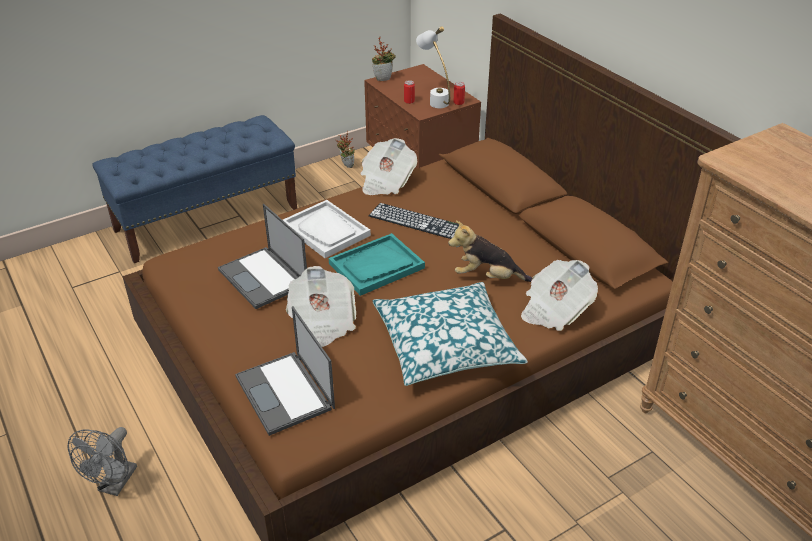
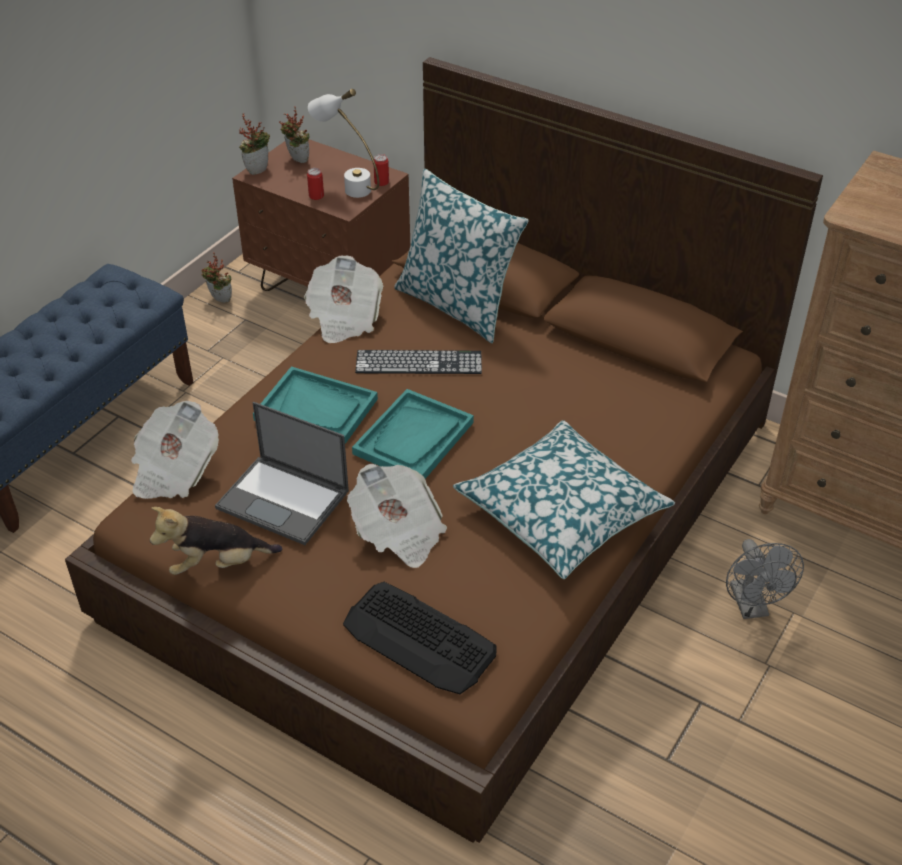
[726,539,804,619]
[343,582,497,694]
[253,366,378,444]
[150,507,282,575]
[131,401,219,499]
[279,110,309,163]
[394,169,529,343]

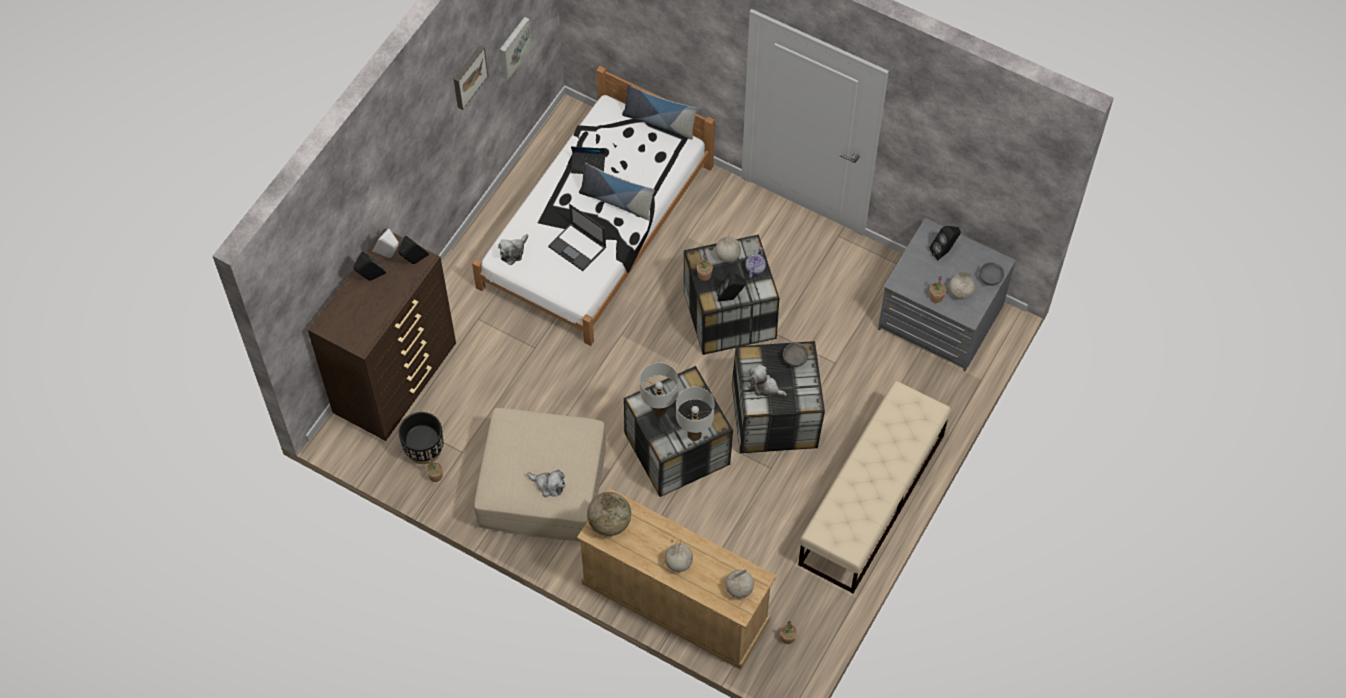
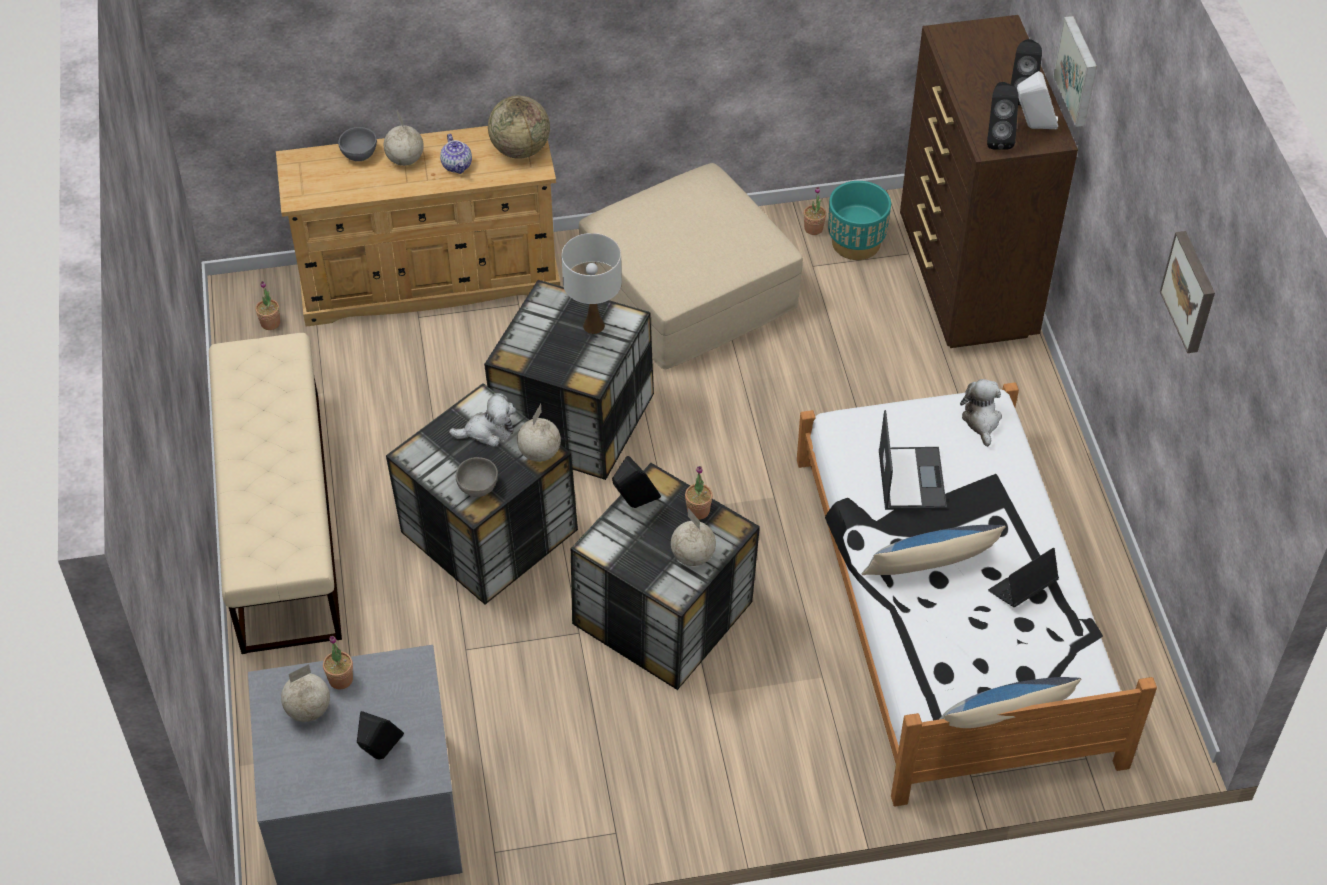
[828,181,891,260]
[1053,16,1097,127]
[527,469,565,497] (first image)
[879,410,947,510]
[676,387,714,441] (first image)
[517,404,561,462]
[440,134,472,174]
[338,127,377,161]

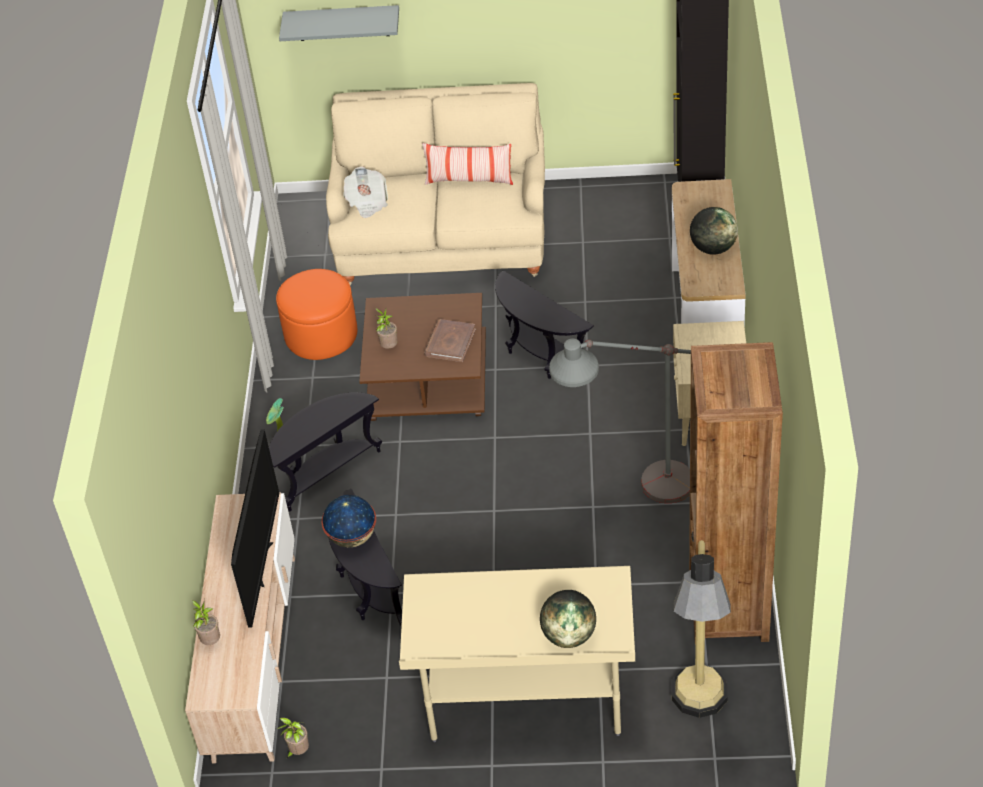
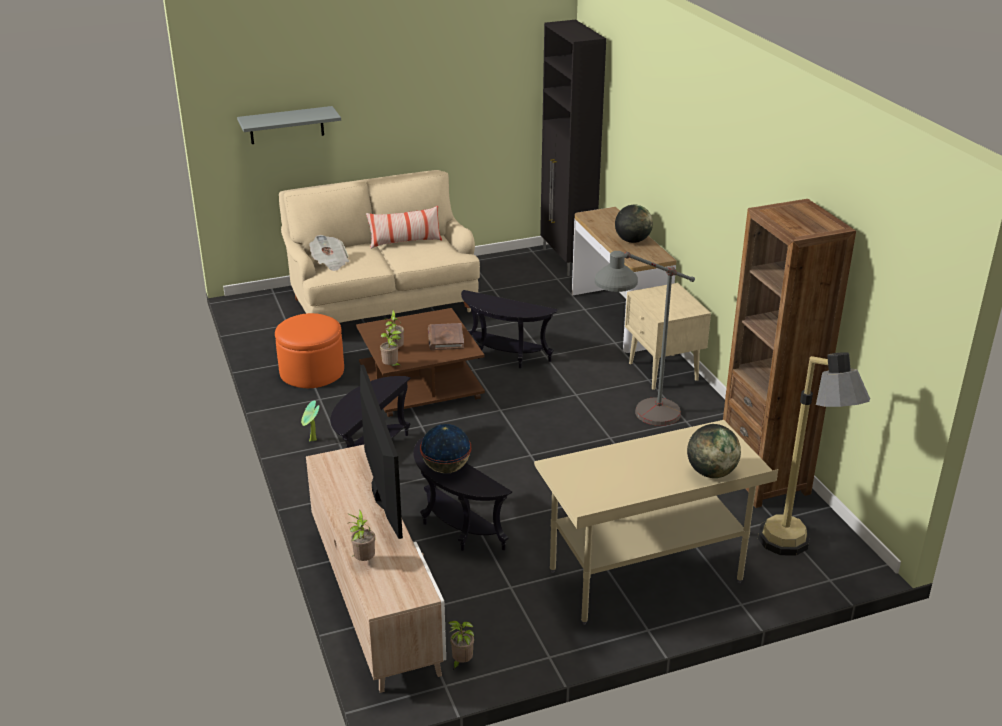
[380,329,402,367]

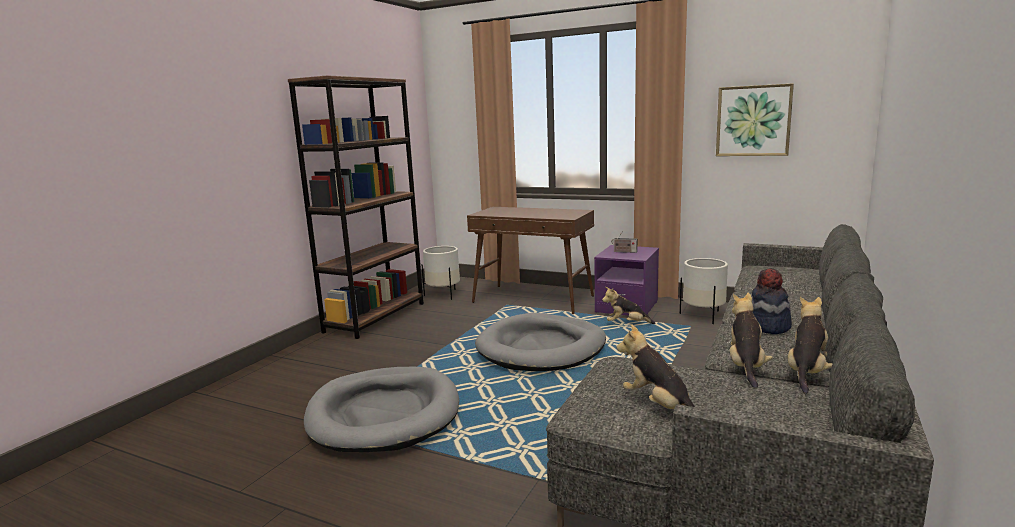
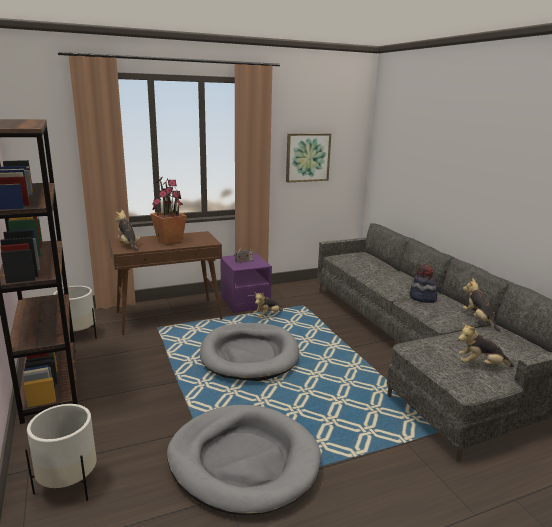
[25,404,97,501]
[115,210,140,251]
[150,177,187,244]

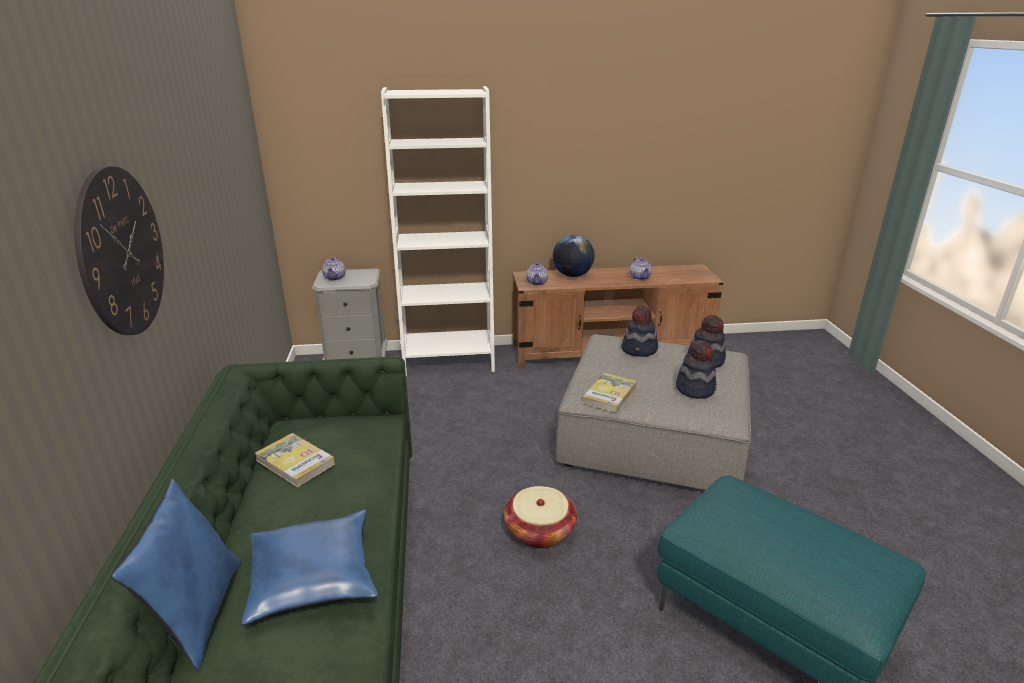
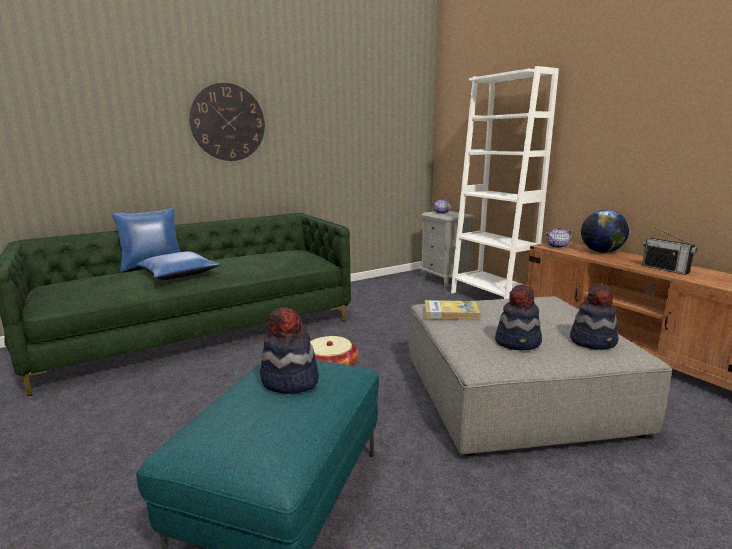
[255,433,335,487] (first image)
[260,307,319,394]
[642,227,698,275]

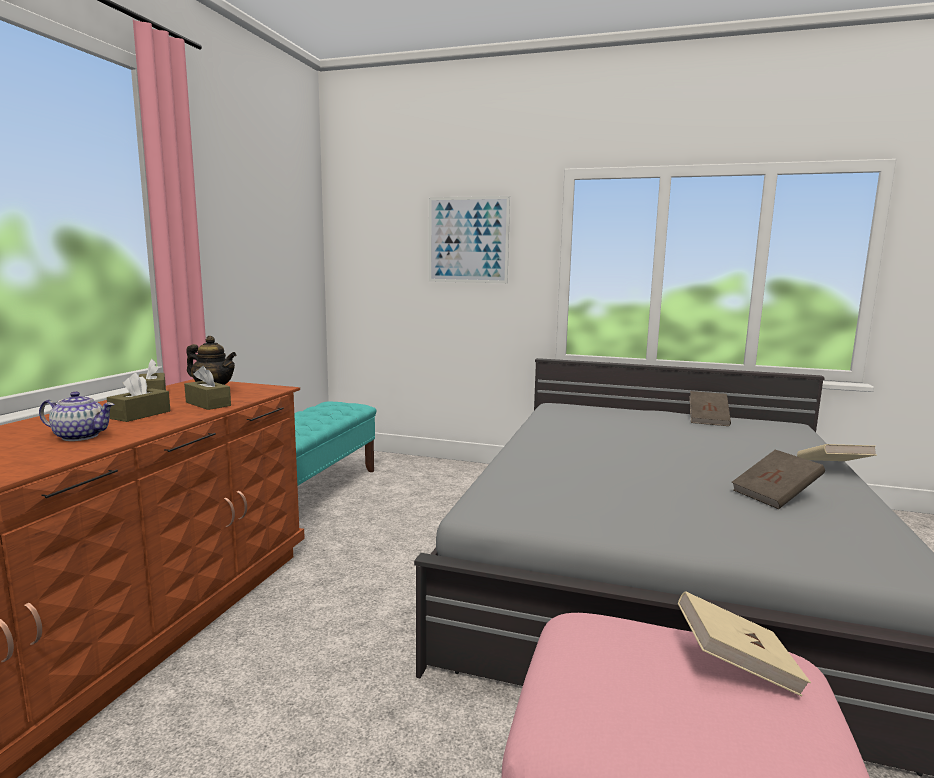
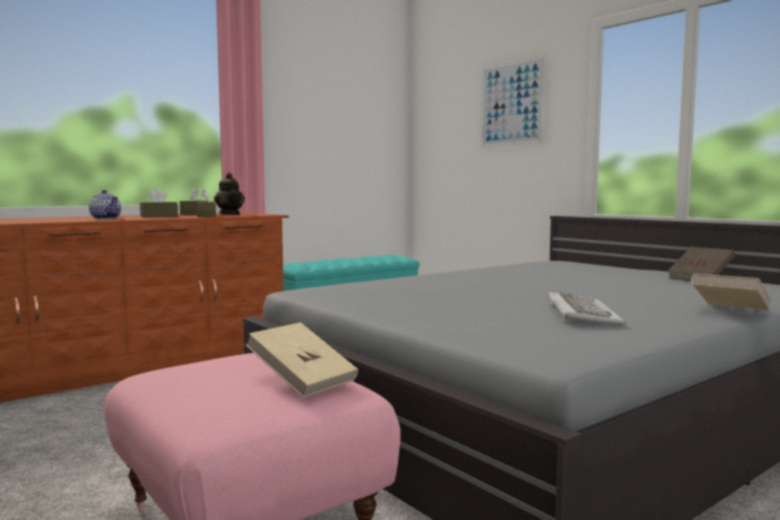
[547,291,626,325]

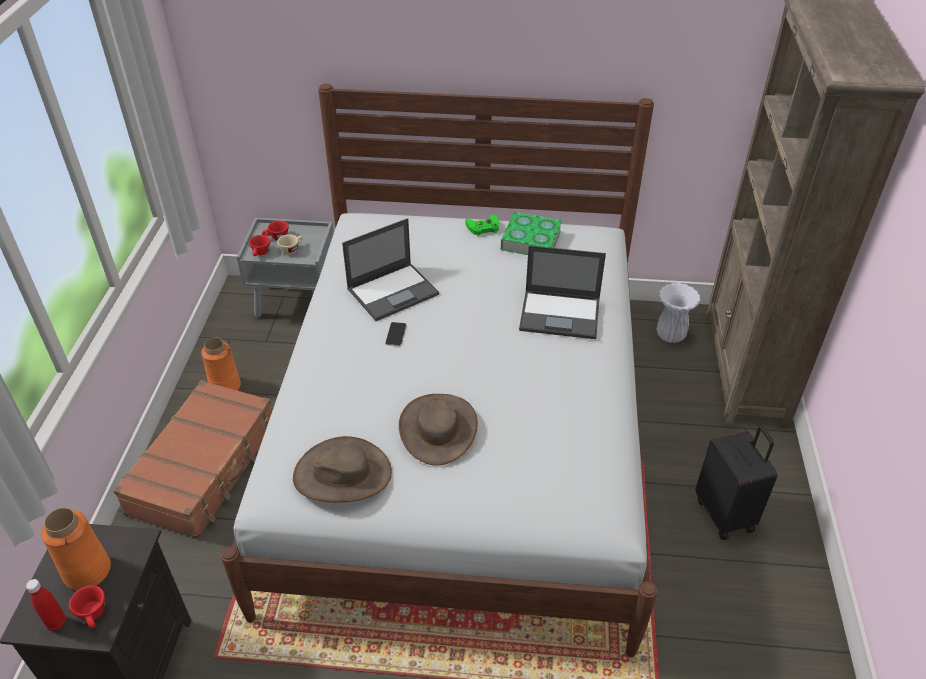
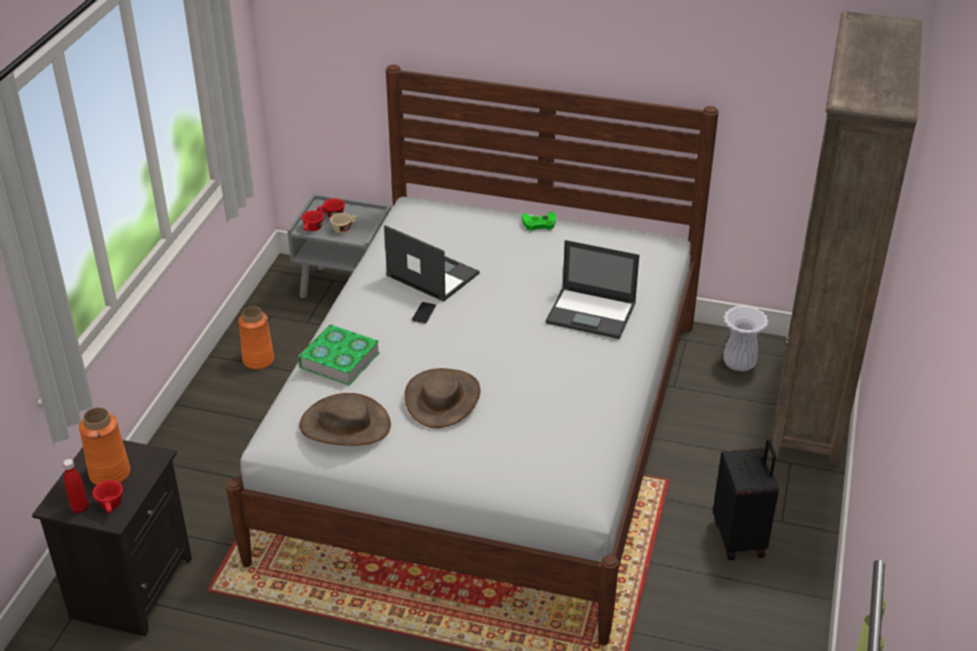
[113,380,272,539] (first image)
[384,225,480,302]
[298,325,380,386]

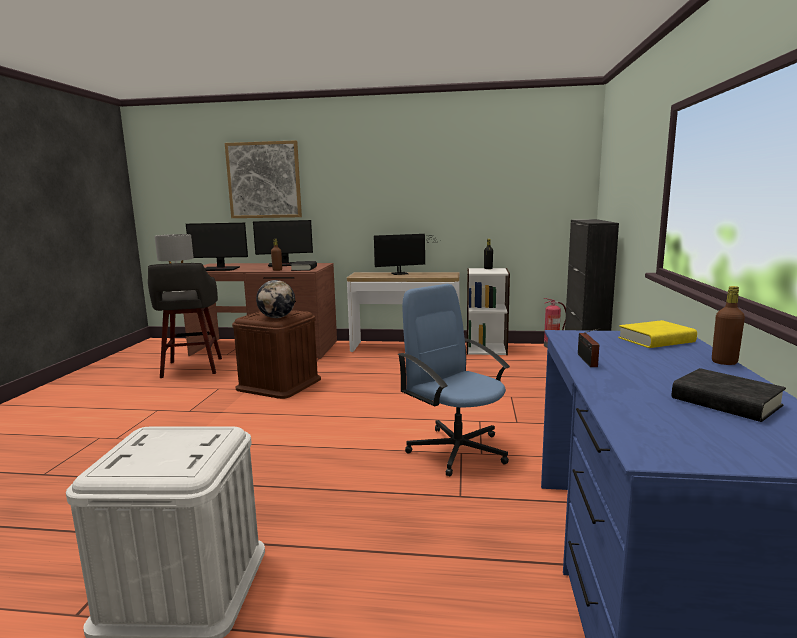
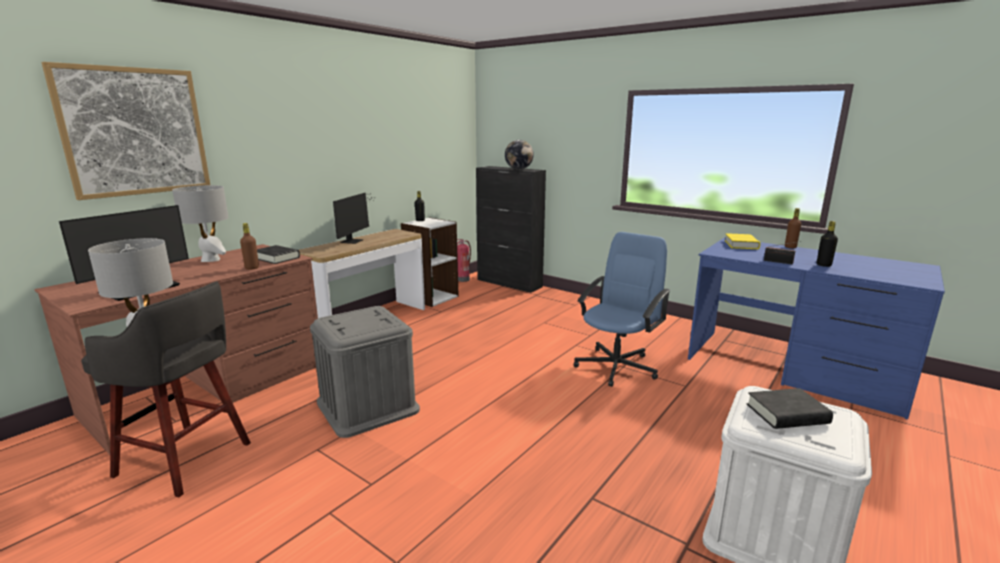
[310,306,420,438]
[172,185,229,262]
[505,140,534,170]
[574,232,670,387]
[747,388,833,429]
[817,221,838,267]

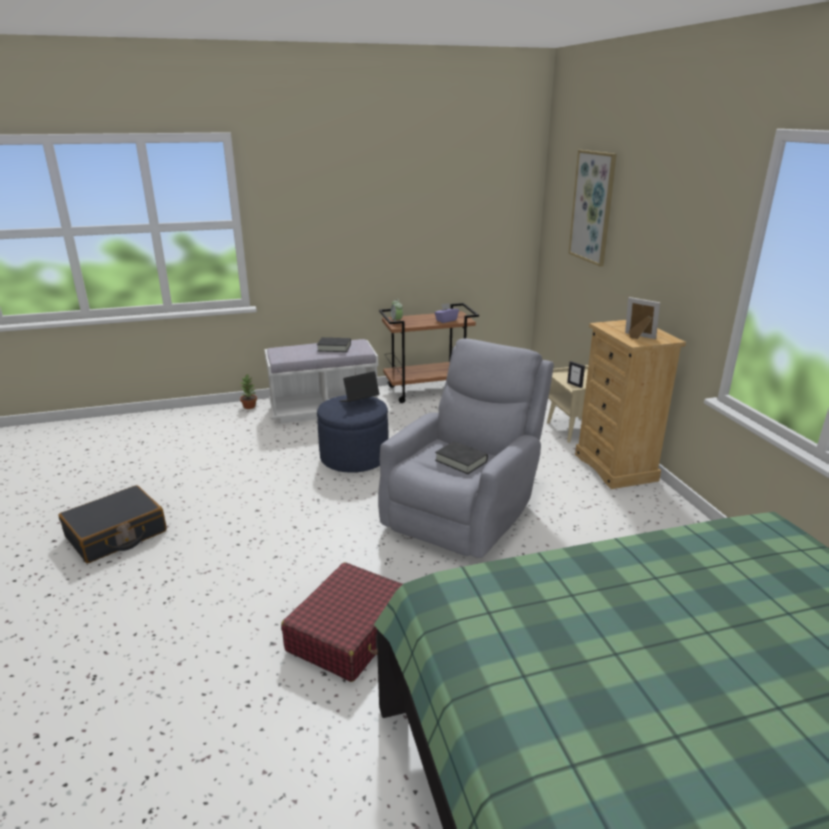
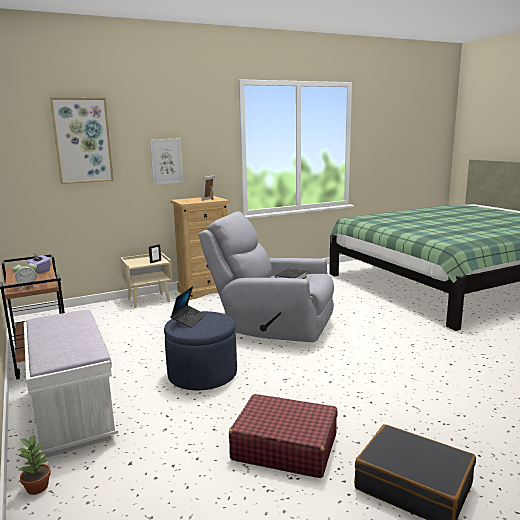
[229,394,338,478]
[317,337,351,352] (first image)
[170,286,206,328]
[150,139,183,185]

